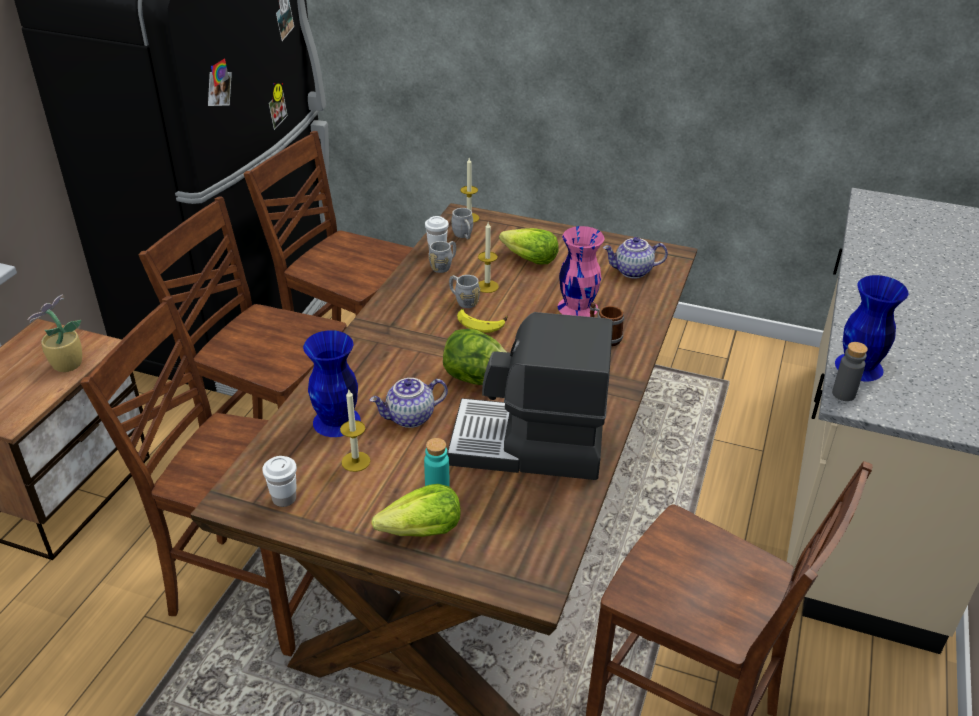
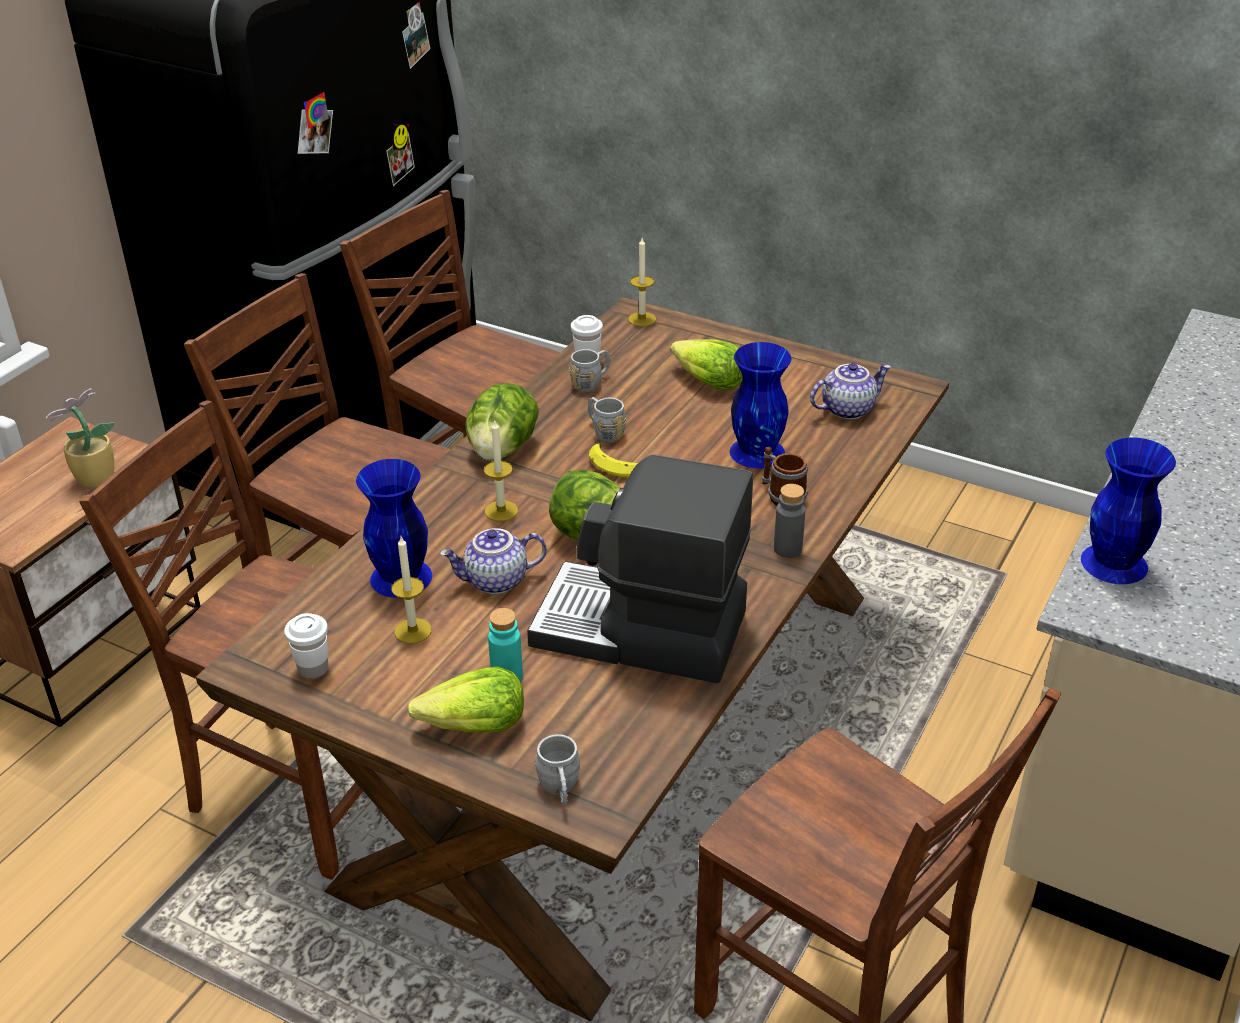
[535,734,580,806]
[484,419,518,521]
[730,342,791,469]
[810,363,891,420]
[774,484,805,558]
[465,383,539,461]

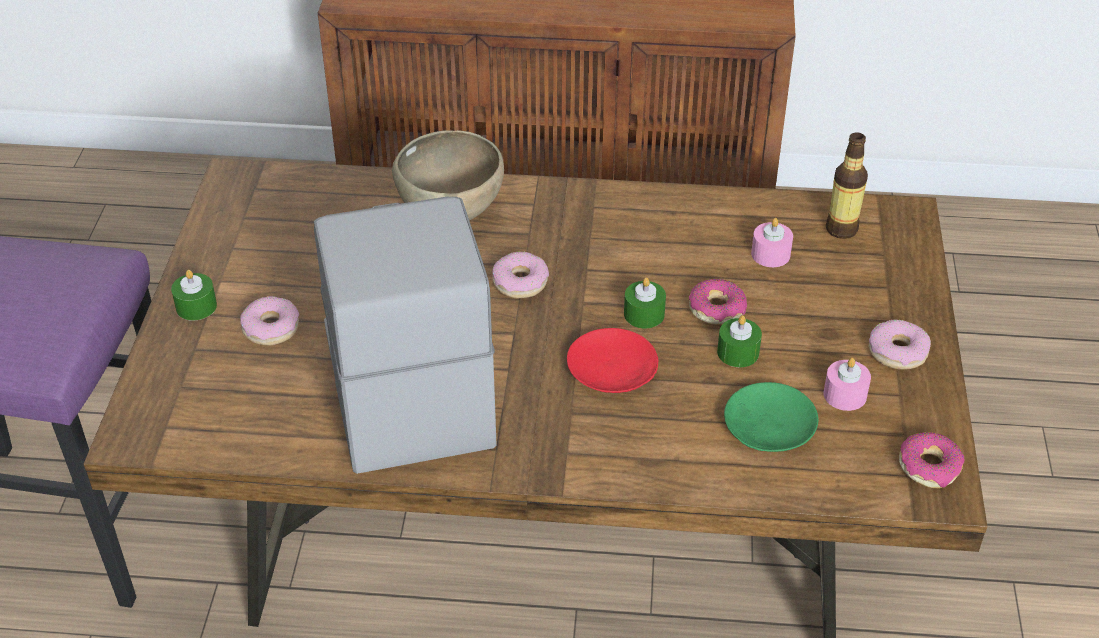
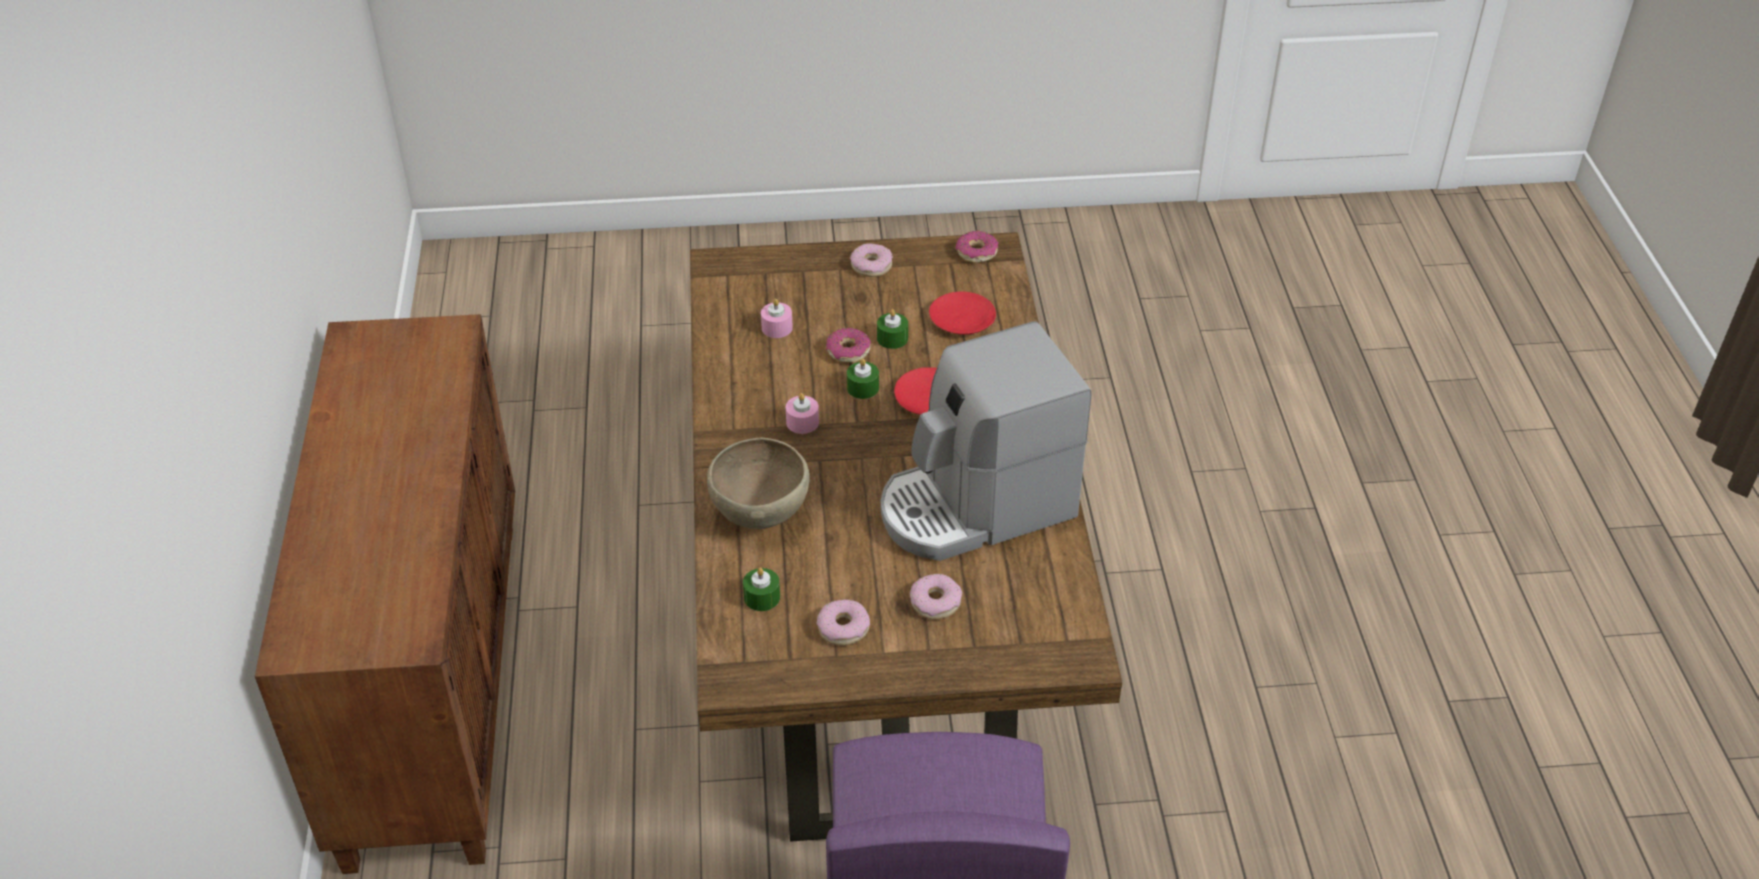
[743,567,780,611]
[817,599,870,645]
[929,292,996,335]
[786,393,819,434]
[826,133,868,239] (first image)

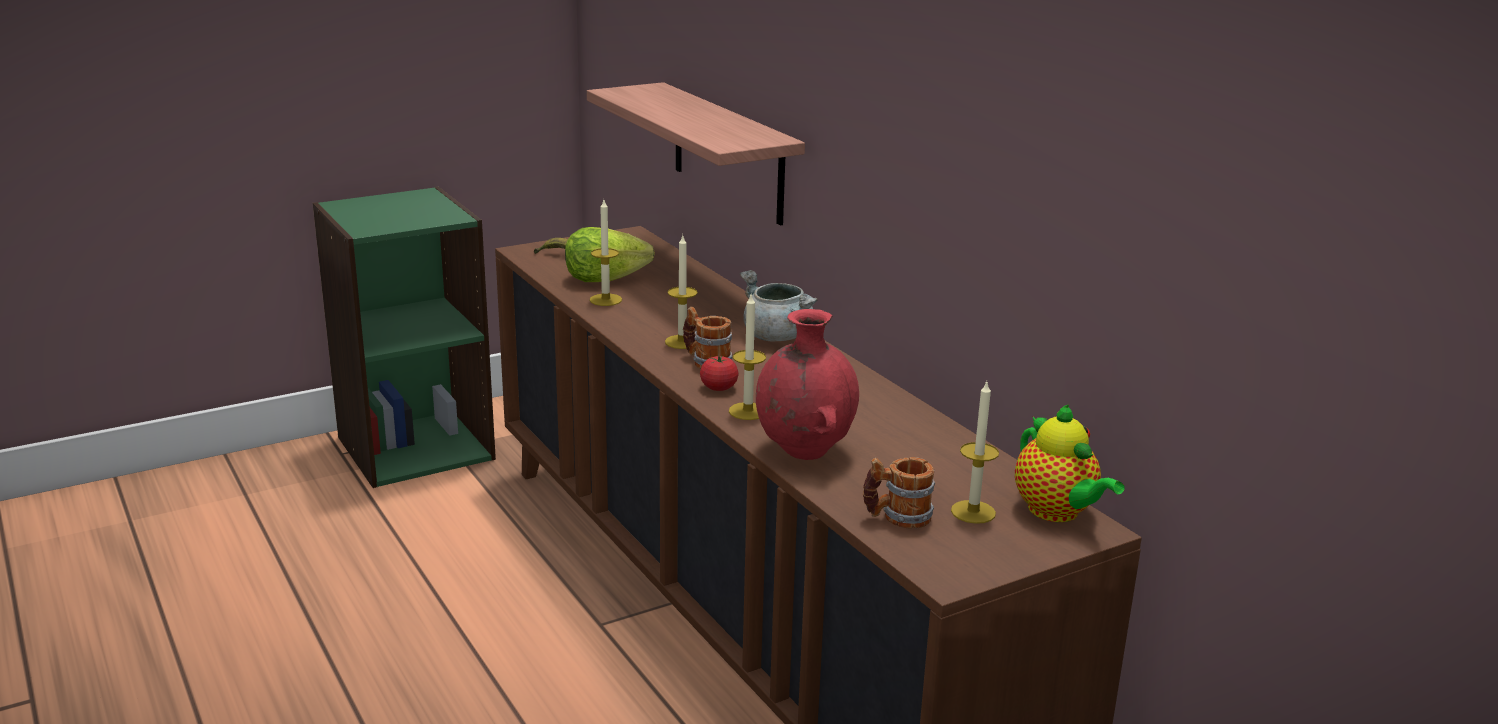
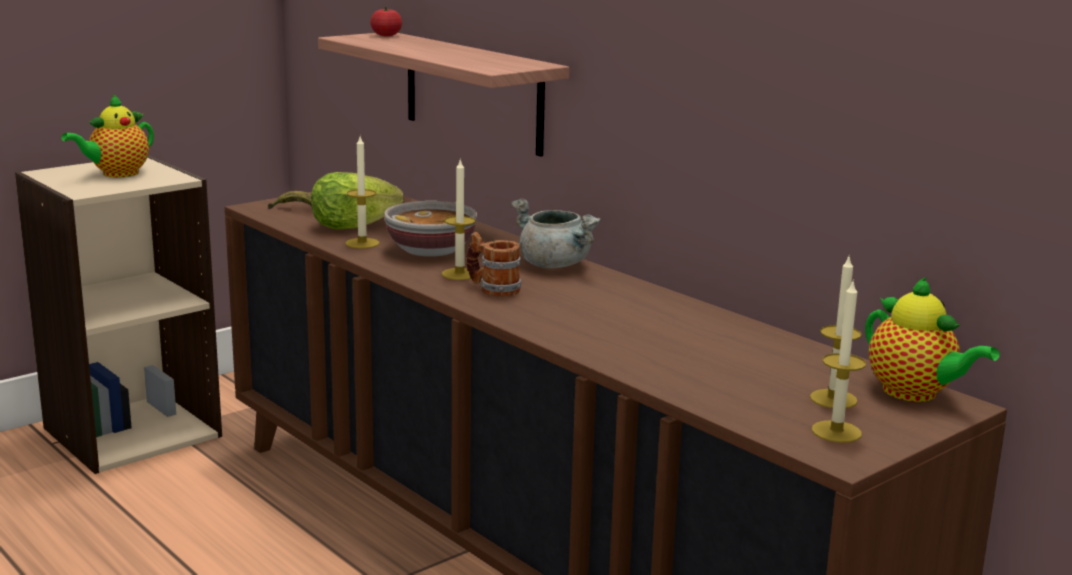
[15,155,222,474]
[370,7,402,36]
[811,279,866,443]
[756,309,859,460] (first image)
[863,457,935,529] (first image)
[61,94,154,177]
[384,201,477,257]

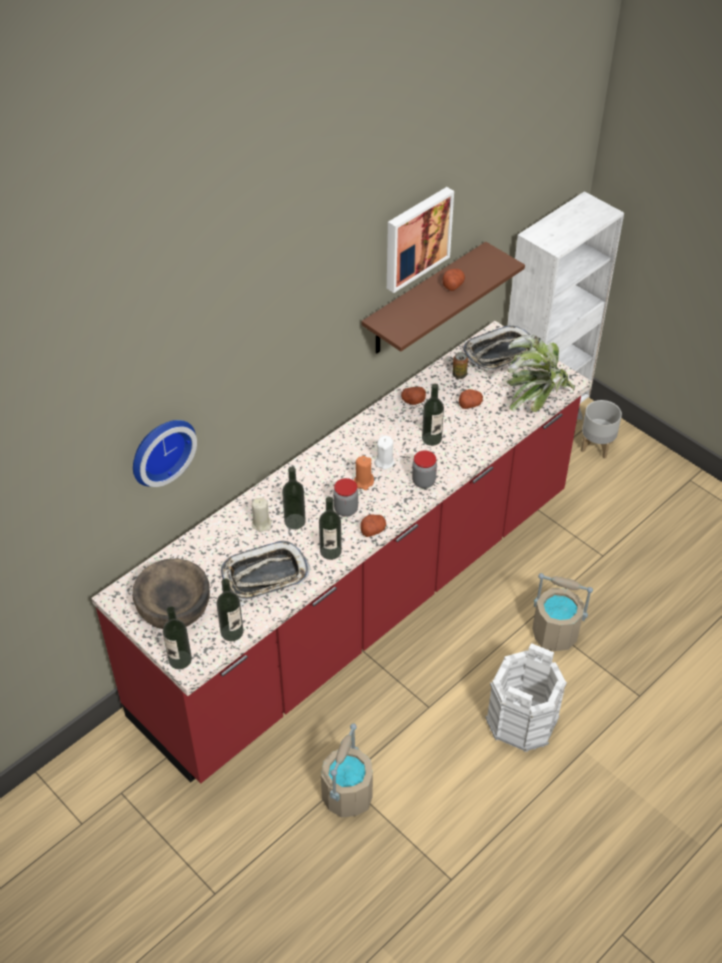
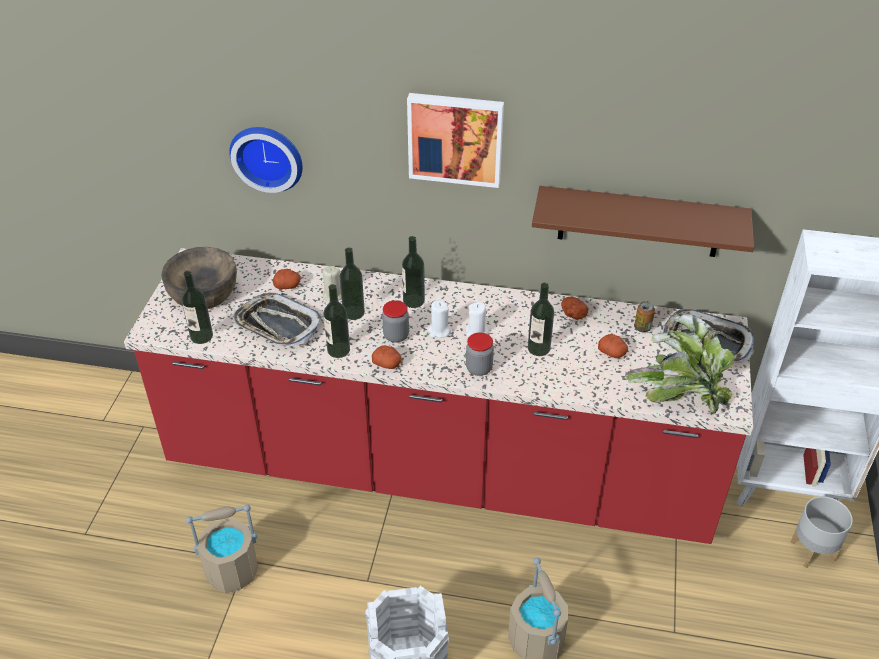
[402,236,425,308]
[428,300,451,338]
[407,93,504,188]
[273,269,301,289]

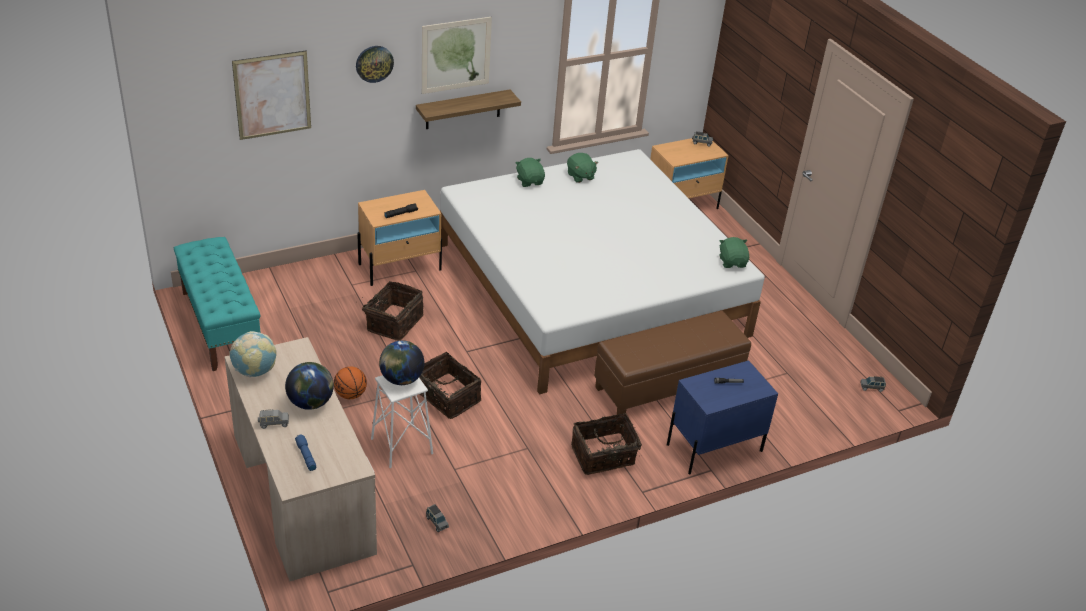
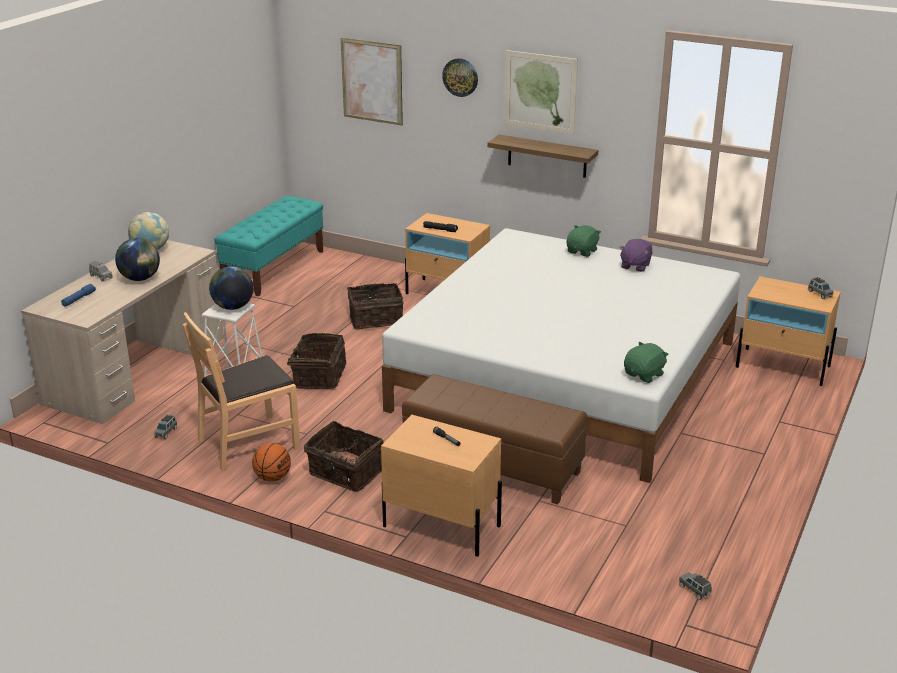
[252,443,291,482]
[619,239,653,272]
[381,415,502,557]
[182,312,300,471]

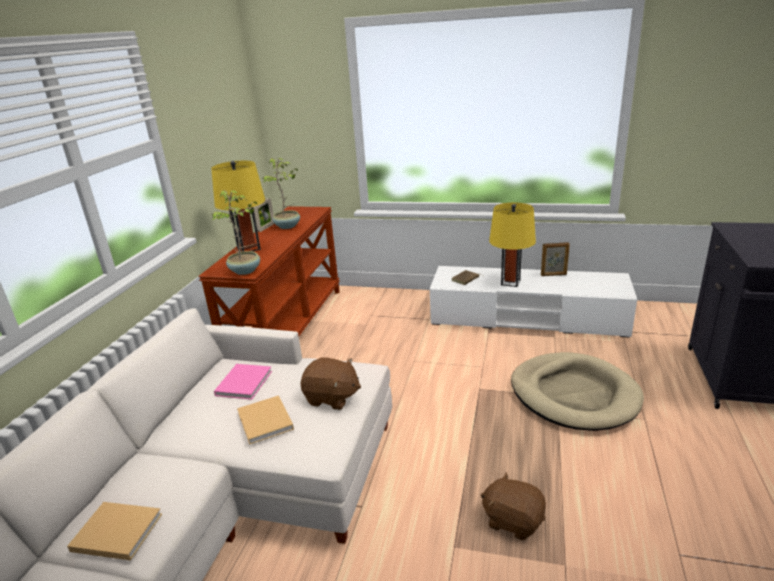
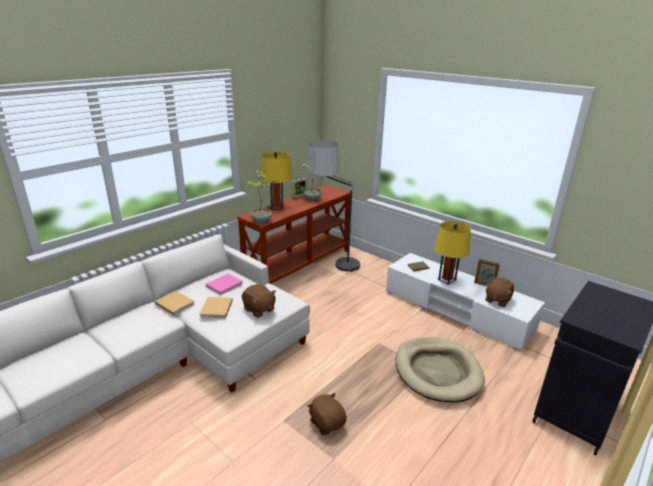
[155,291,195,315]
[308,141,360,276]
[485,278,514,307]

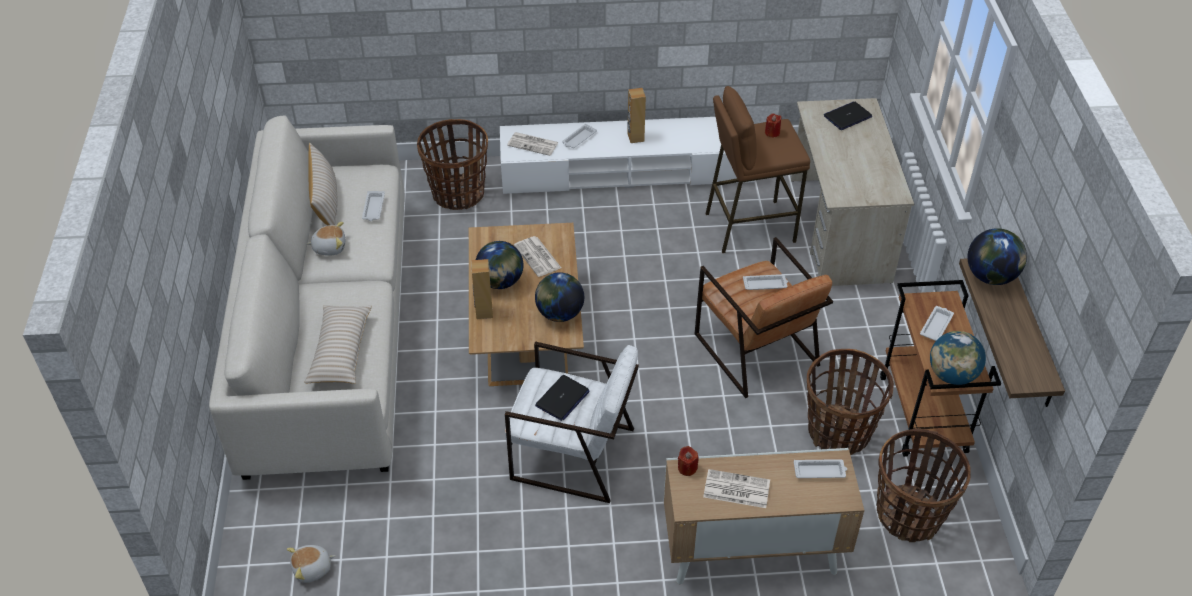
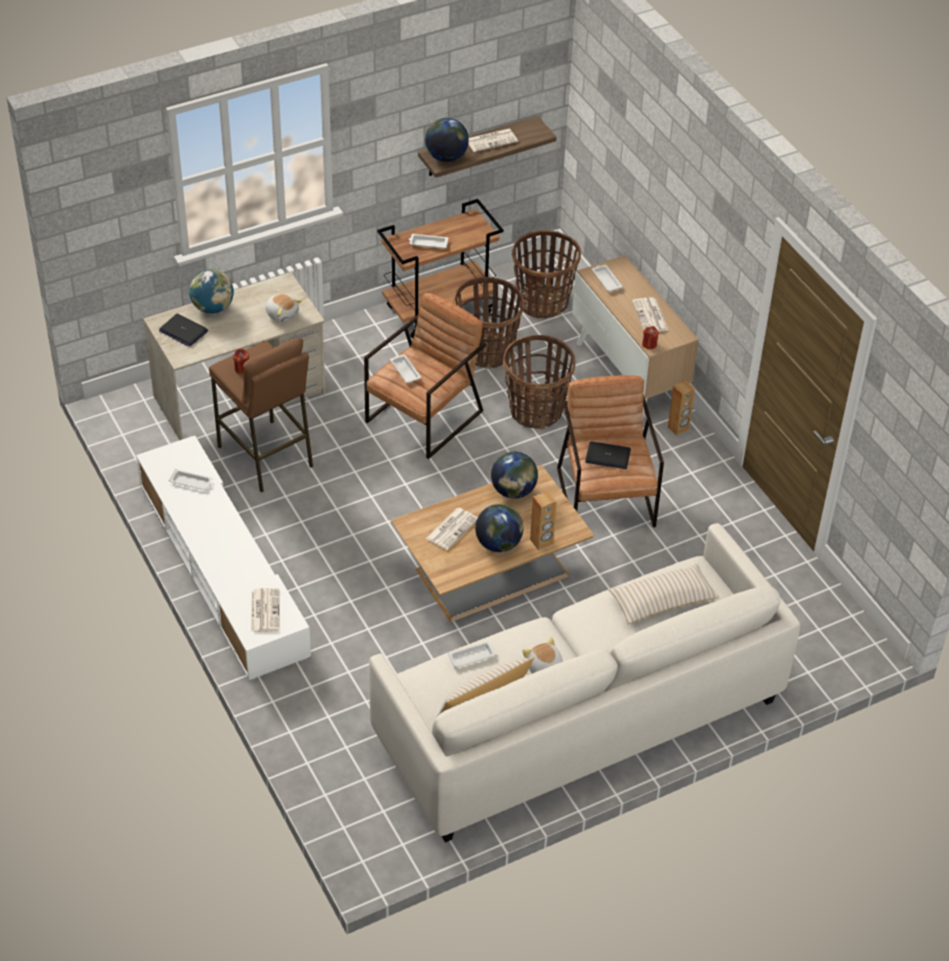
[265,294,302,322]
[503,335,575,429]
[557,375,664,527]
[169,469,212,490]
[668,380,695,436]
[189,269,234,314]
[468,129,518,152]

